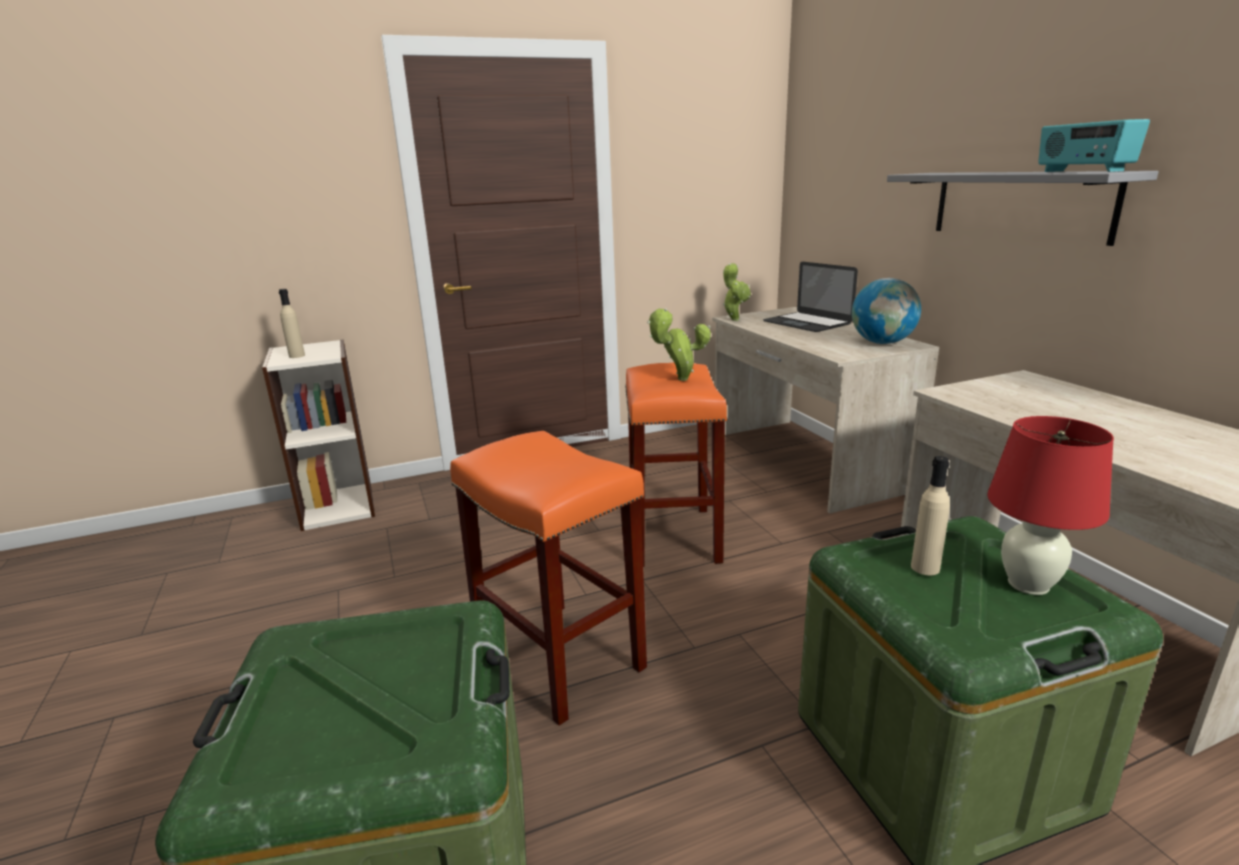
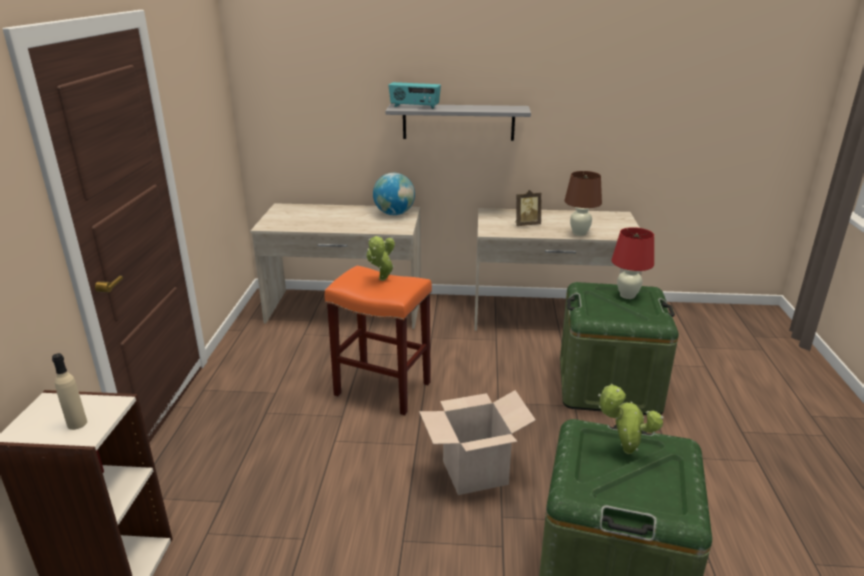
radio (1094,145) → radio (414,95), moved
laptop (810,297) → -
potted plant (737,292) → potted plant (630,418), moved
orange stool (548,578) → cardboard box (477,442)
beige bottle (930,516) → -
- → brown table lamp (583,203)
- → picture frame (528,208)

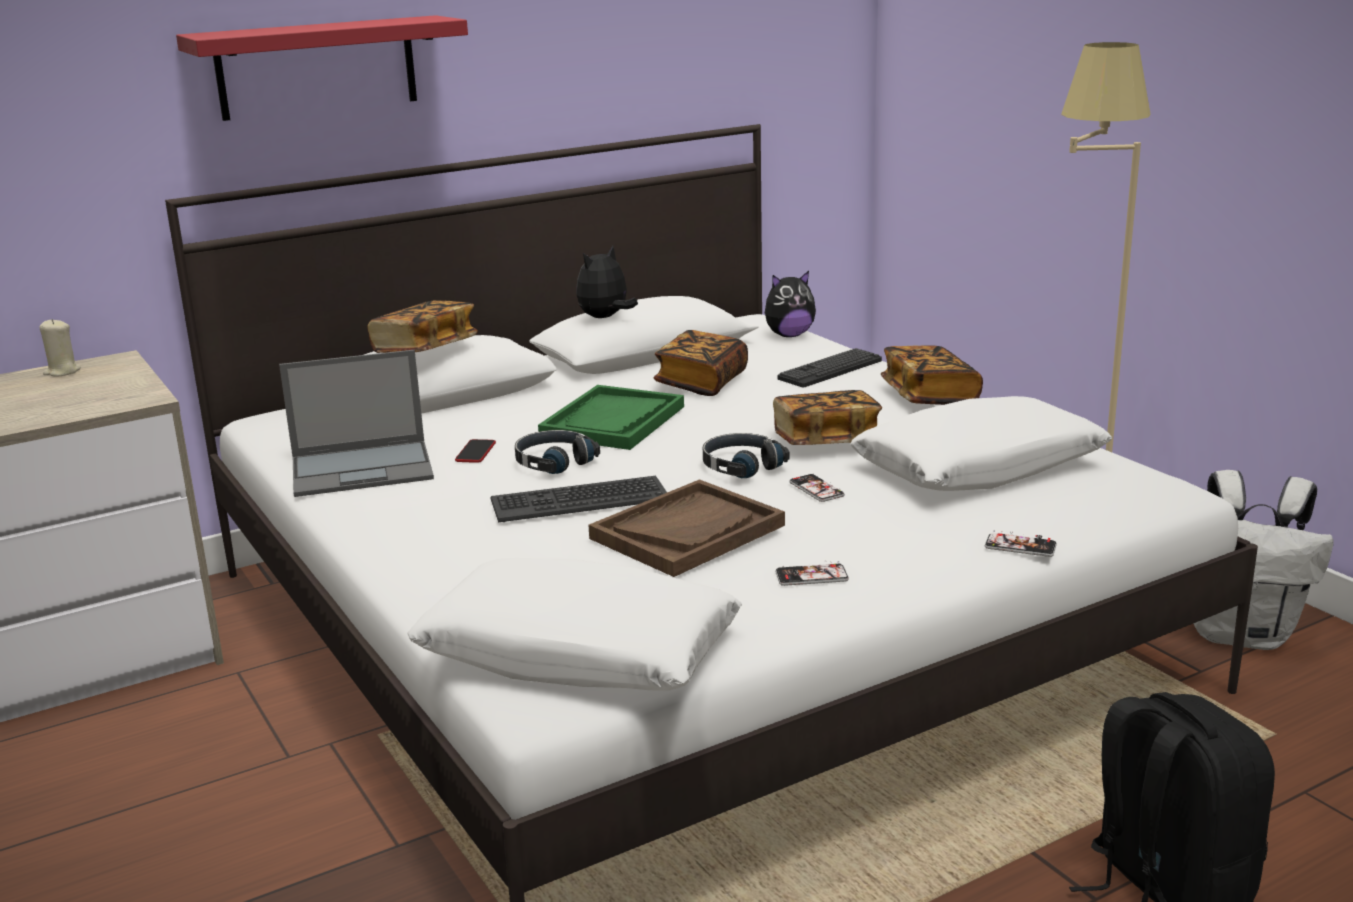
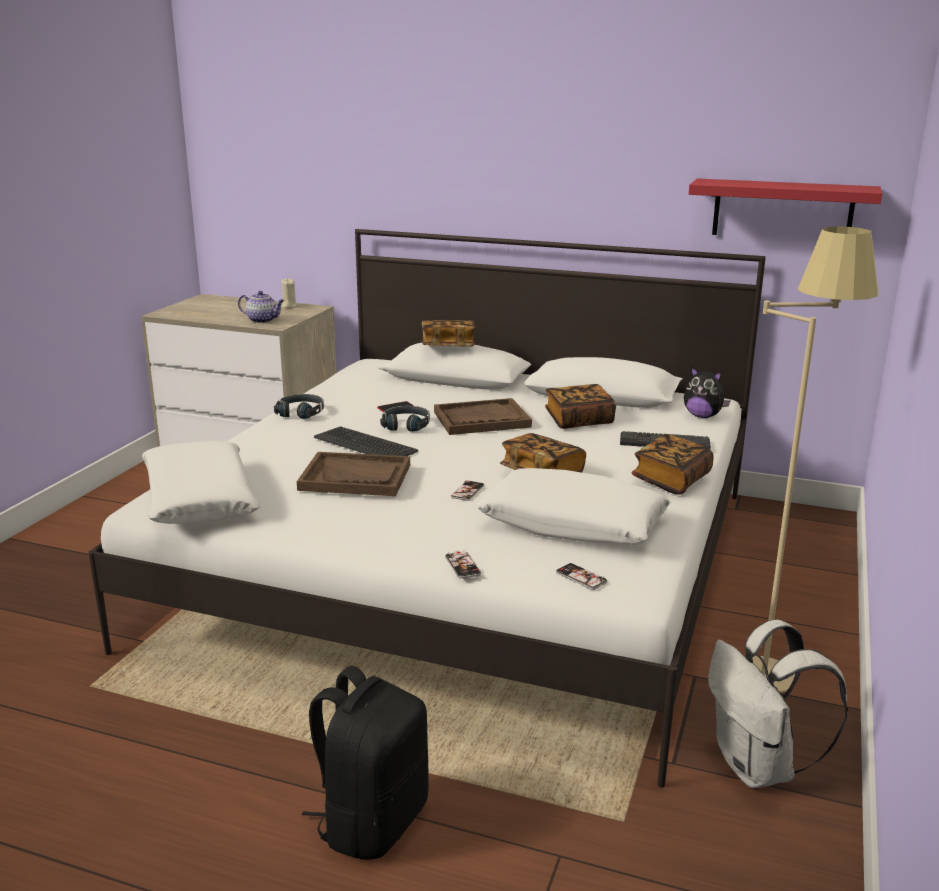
red shelf (322,68) → red shelf (785,207), moved
plush toy (607,282) → -
laptop (356,423) → -
green tray (611,417) → brown tray (483,416)
black headphones (746,455) → black headphones (299,406), moved
phone (812,573) → phone (582,576), moved
- → teapot (261,307)

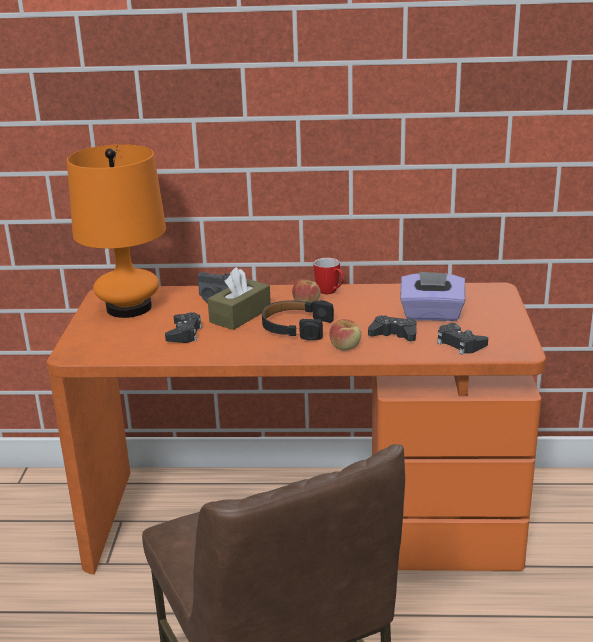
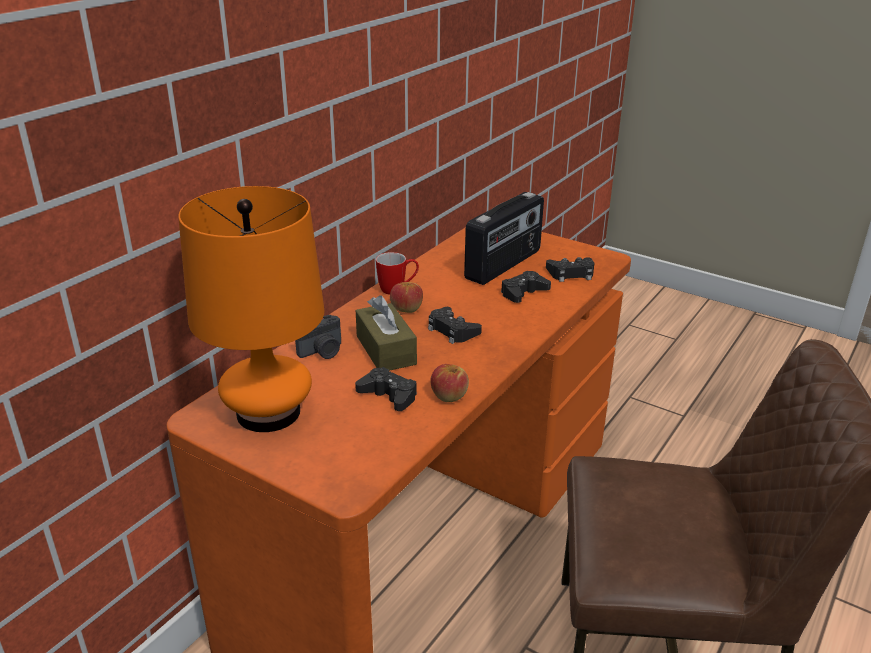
purple tissue box (432,296) → radio (504,238)
black headphones (298,320) → black game controller (455,325)
apple (345,334) → apple (449,383), moved

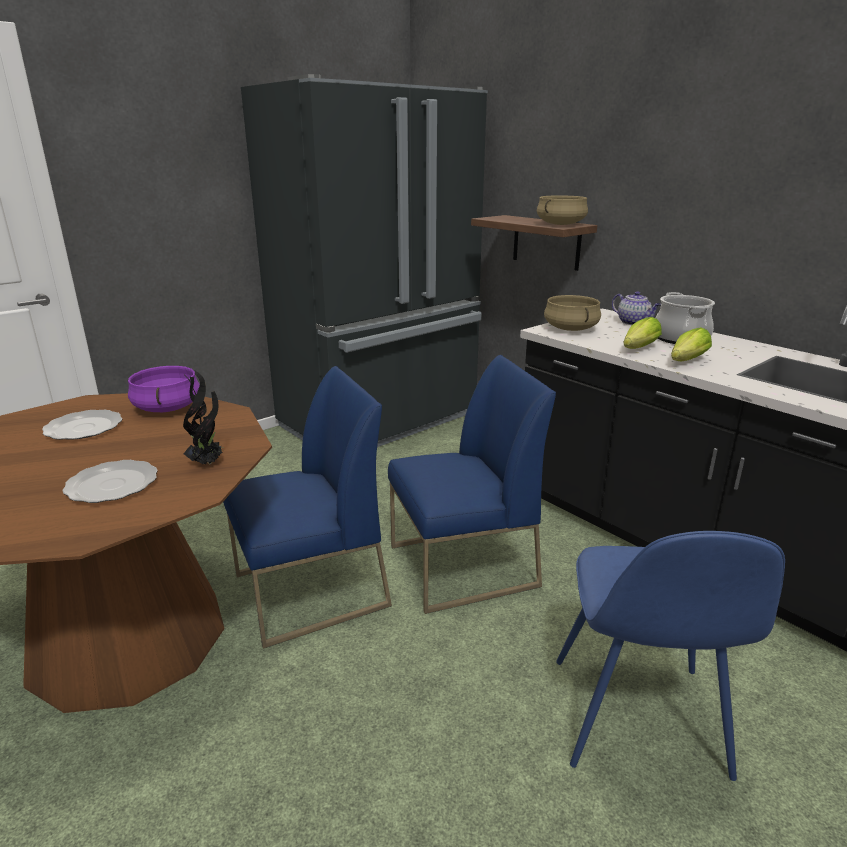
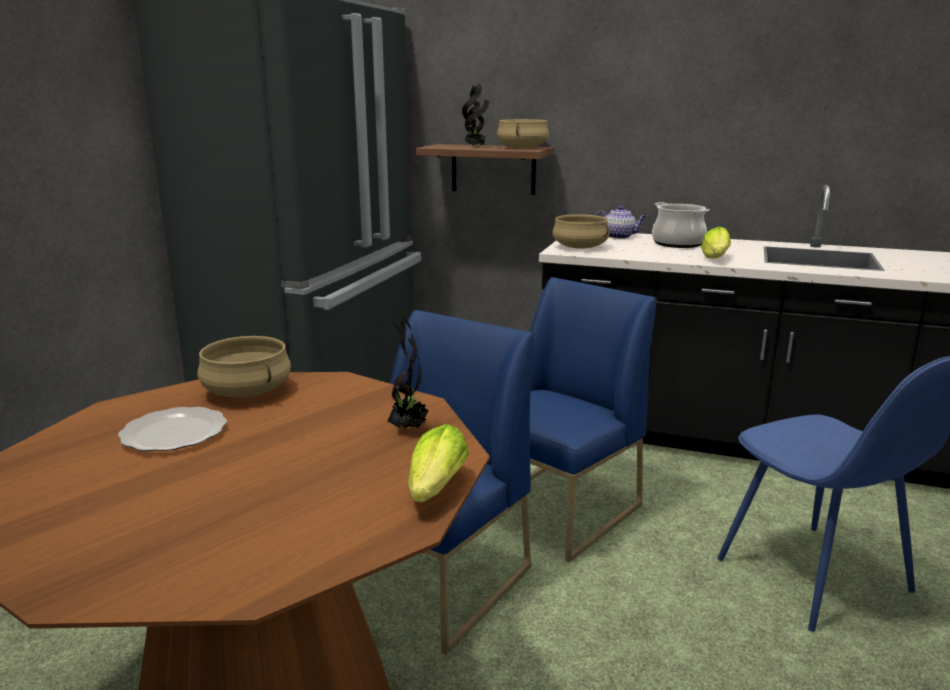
lettuce (642,333) → lettuce (438,463), moved
purple cooking pot (164,389) → beige cooking pot (244,367)
plate (110,481) → -
- → potted plant (475,115)

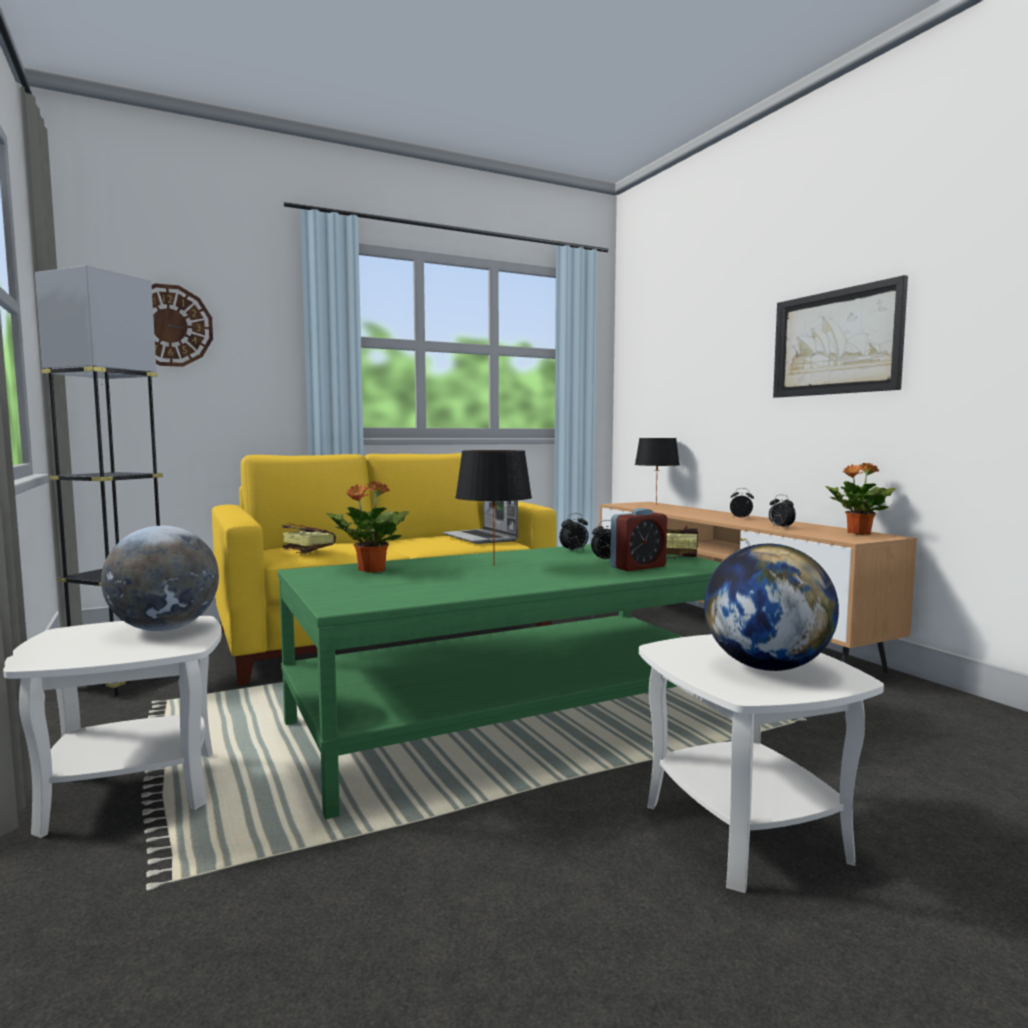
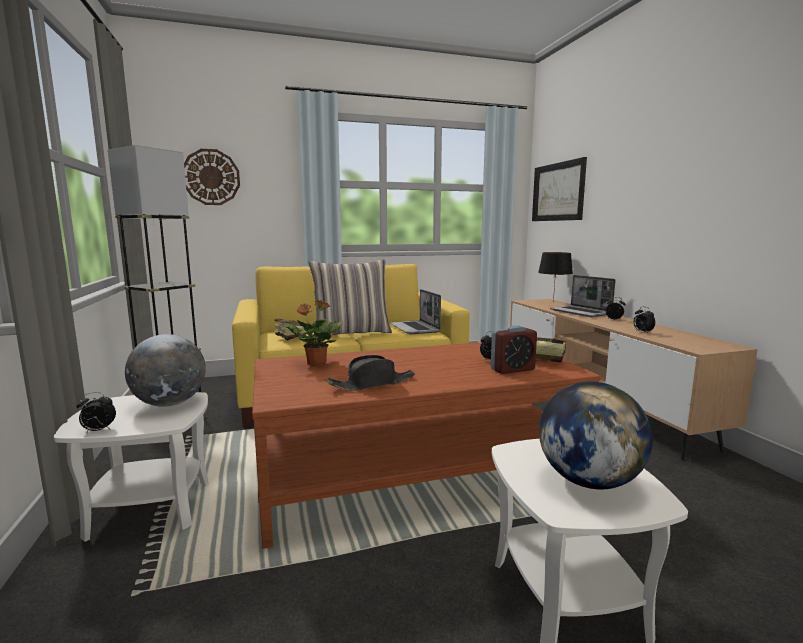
picture (840,336) → picture (559,189), moved
black table lamp (493,508) → -
potted plant (860,499) → -
alarm clock (574,532) → alarm clock (96,412), moved
green coffee table (499,681) → brown coffee table (426,445)
- → pillow (350,297)
- → laptop (583,296)
- → black hat (371,373)

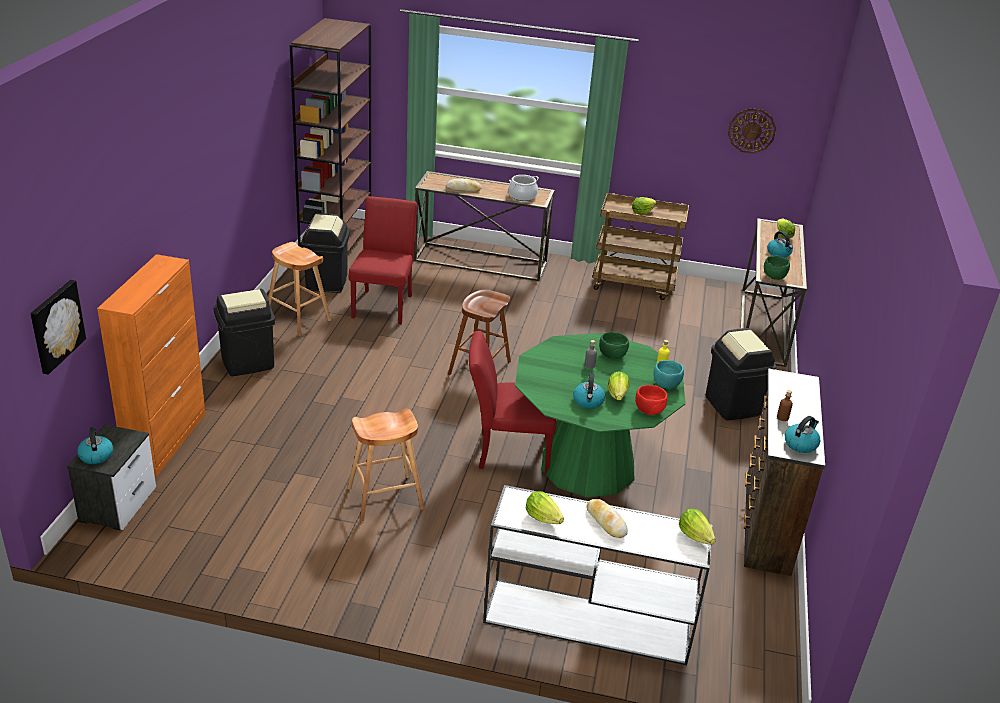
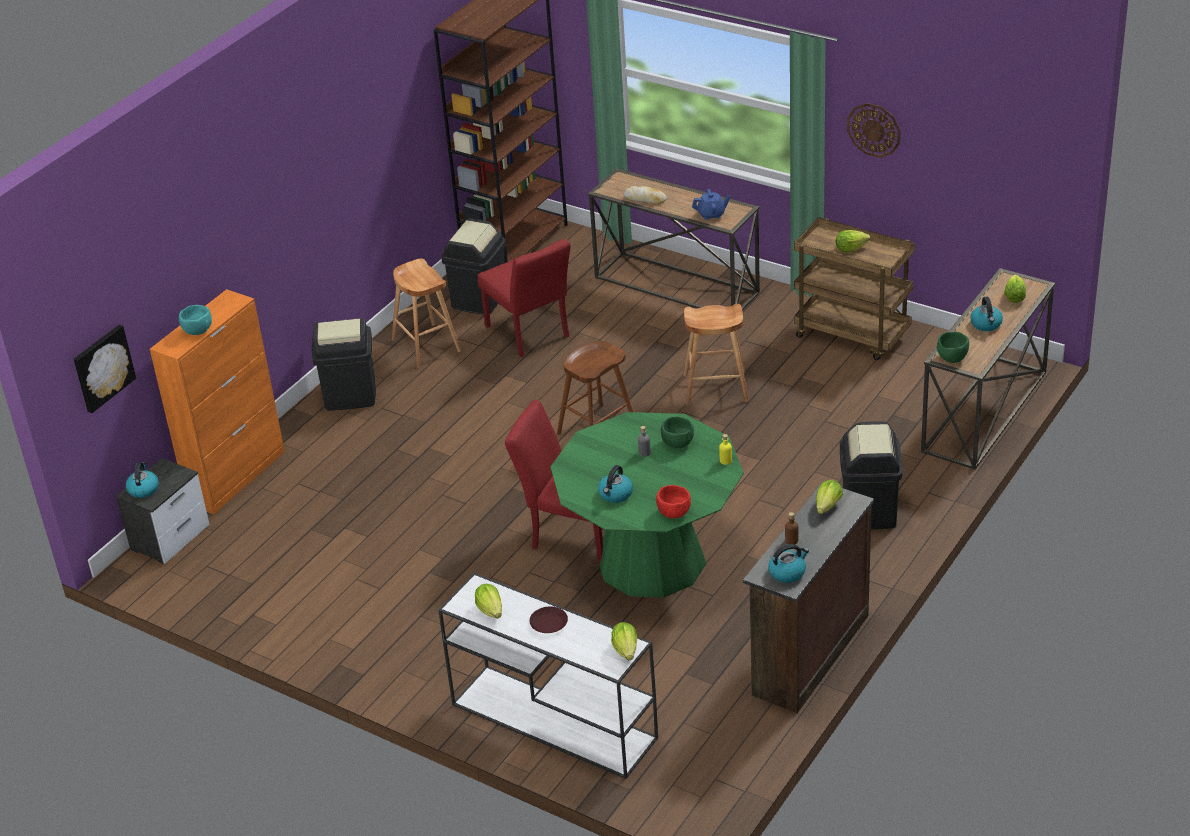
wall clock (752,131) → wall clock (874,130), moved
cooking pot (523,188) → blue teapot (711,204)
red chair (383,260) → red chair (524,298), 120 degrees clockwise
turquoise bowl (668,374) → turquoise bowl (195,320), moved
lettuce (619,385) → lettuce (829,497), moved
brown stool (386,465) → brown stool (716,354), moved
bread (607,518) → brown plate (548,619)

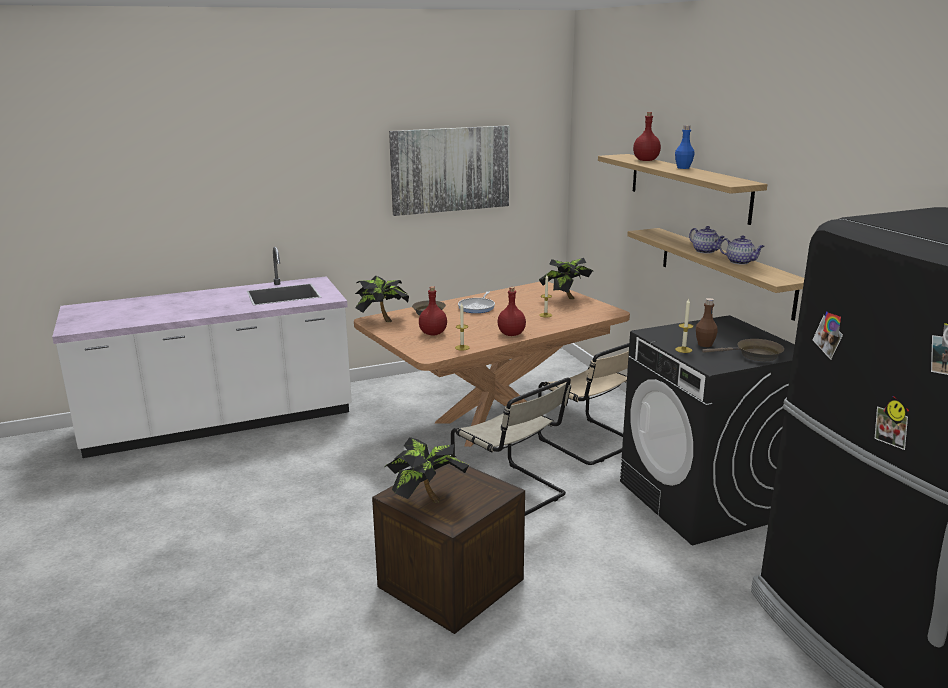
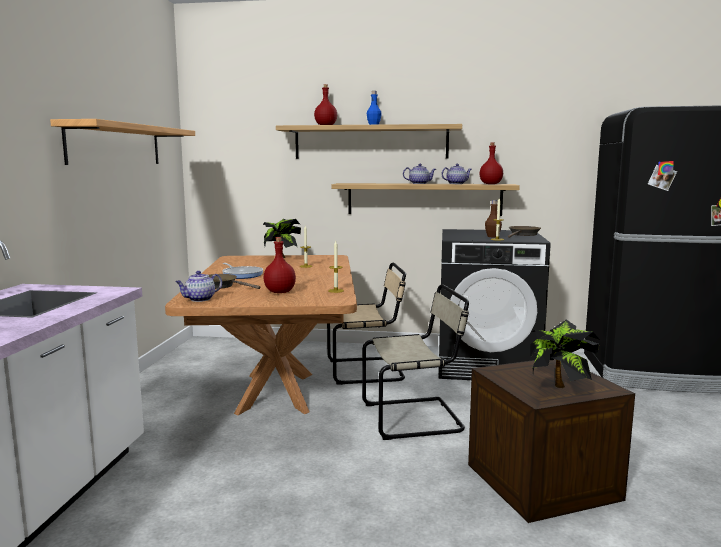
picture (449,170) → shelf (122,142)
potted plant (382,298) → teapot (198,286)
red bottle (511,311) → red bottle (491,163), moved

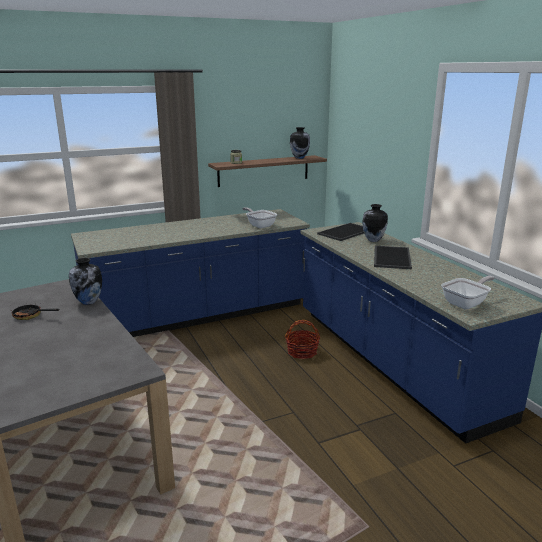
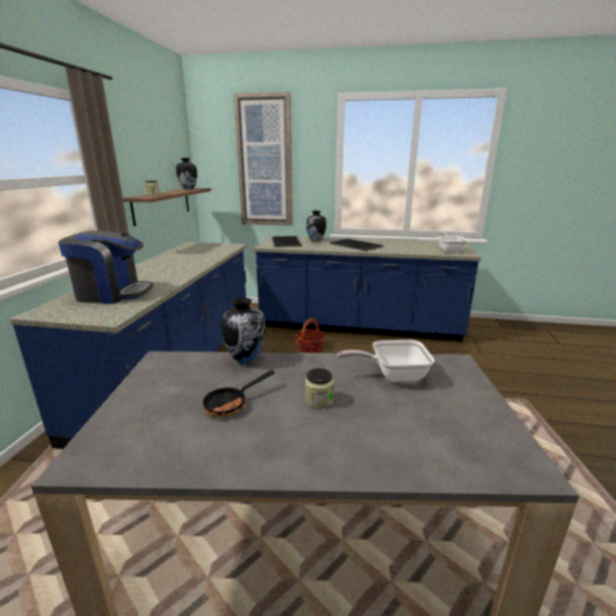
frying pan (259,217) → frying pan (386,361), moved
- → picture (263,159)
- → coffee machine (105,267)
- → jar (319,388)

